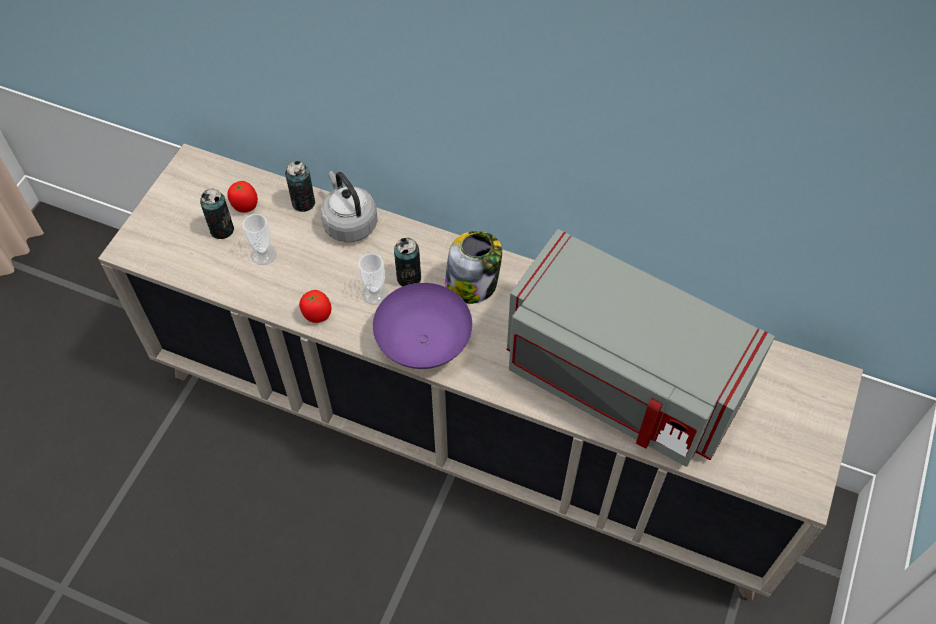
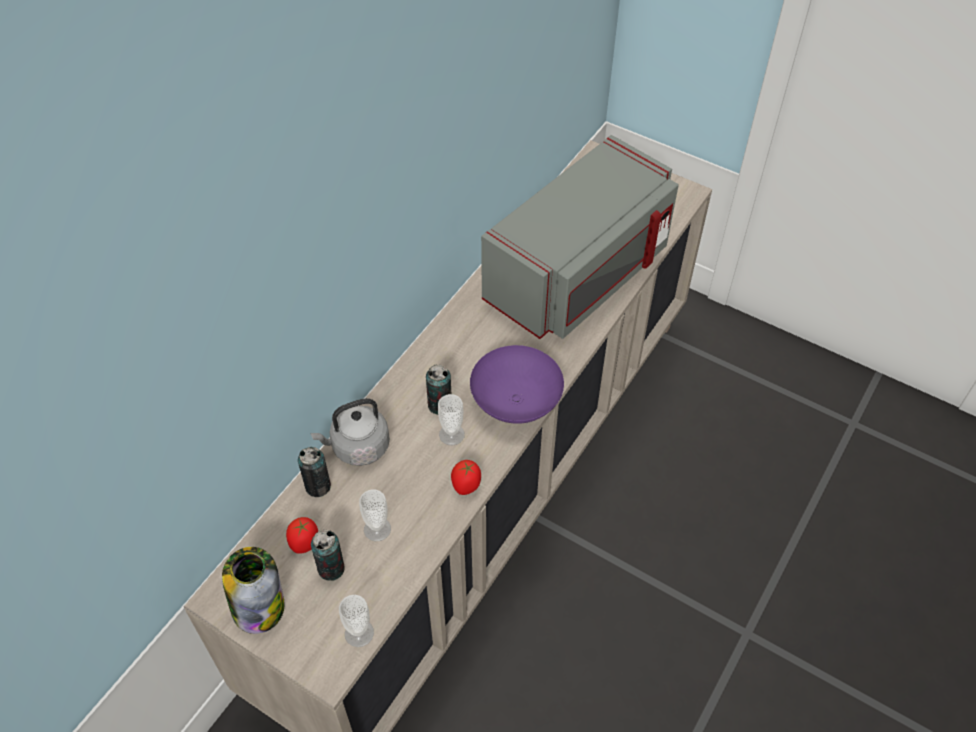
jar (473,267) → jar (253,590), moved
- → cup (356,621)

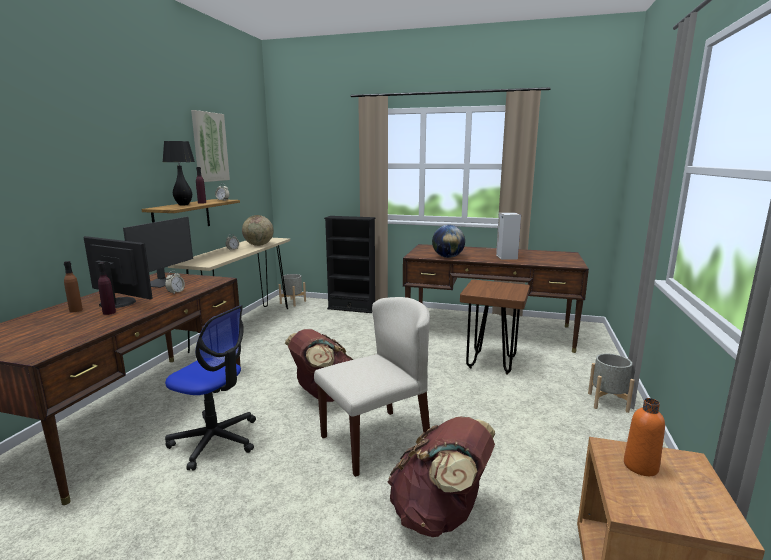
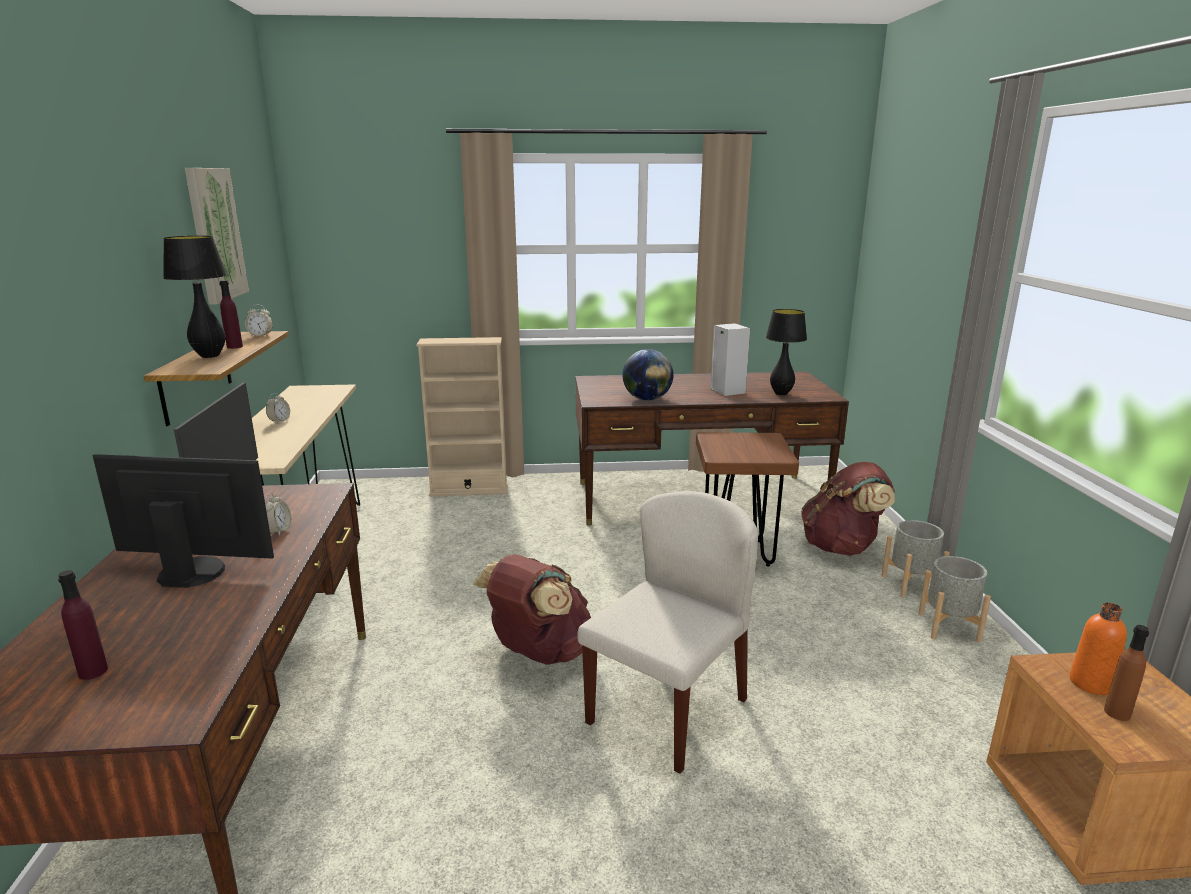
globe (257,230) → -
black bookcase (350,264) → beige bookcase (462,416)
brown bottle (73,286) → brown bottle (1126,673), moved
purple bottle (107,289) → purple bottle (83,625), moved
grey planter (292,290) → grey planter (954,599), moved
office chair (210,388) → -
brown backpack (441,476) → brown backpack (848,509), moved
- → black table lamp (786,352)

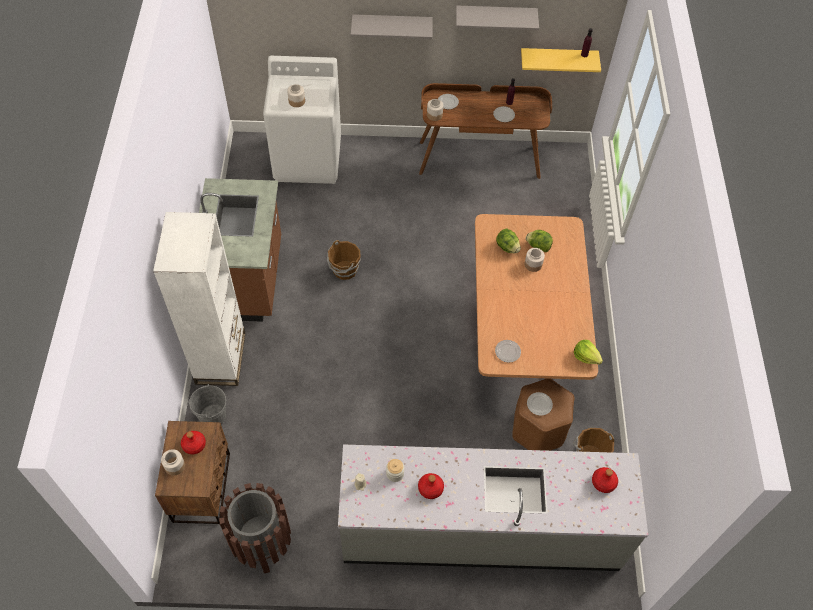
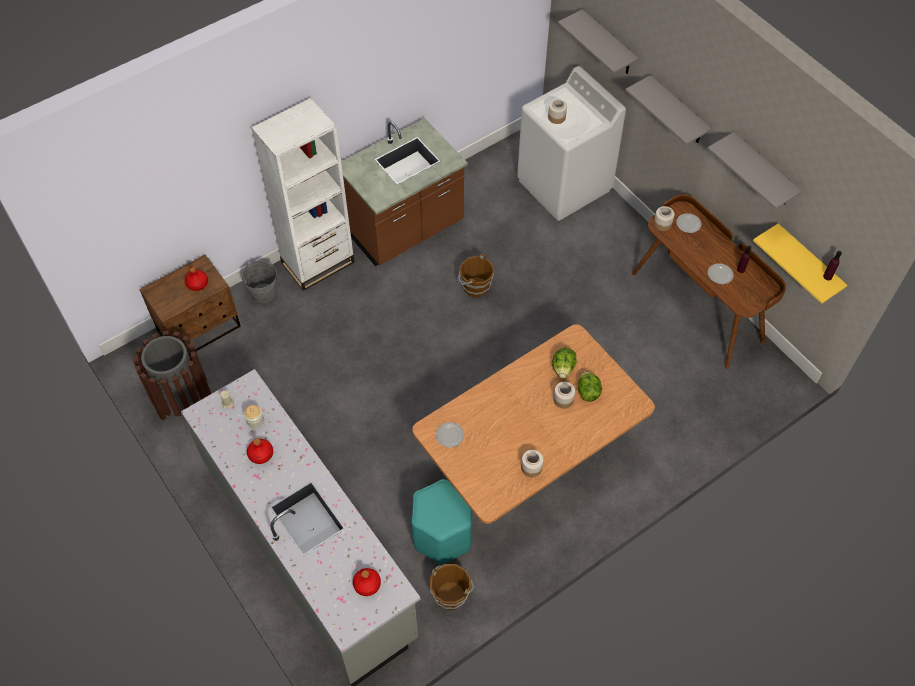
lettuce (588,352) → -
brown stool (543,414) → turquoise stool (442,522)
plate (540,404) → -
jar (173,462) → jar (532,463), moved
- → grey shelf (598,41)

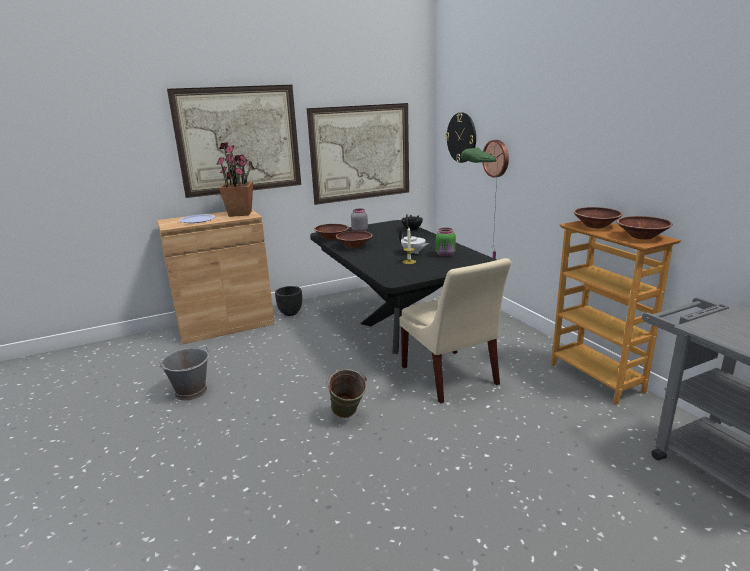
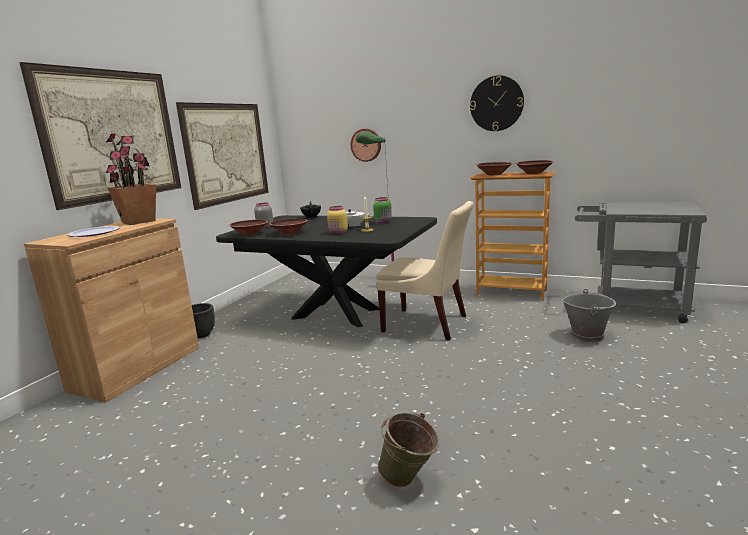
wall clock (461,138) → wall clock (497,103), moved
grey bucket (184,373) → grey bucket (589,316), moved
green bucket (346,393) → green bucket (409,449), moved
- → yellow jar (337,220)

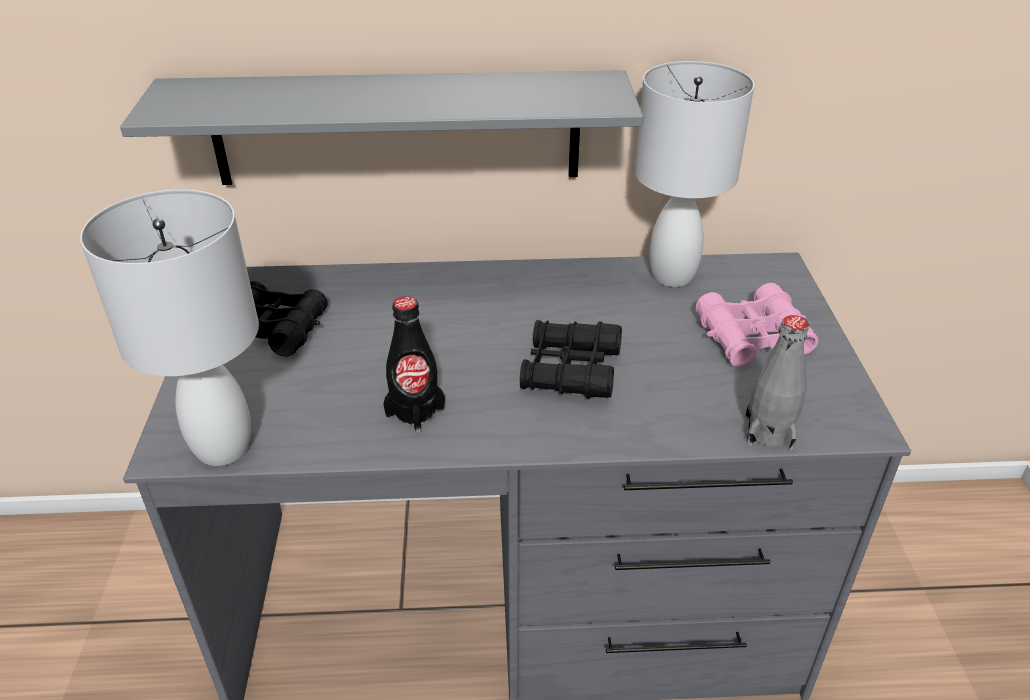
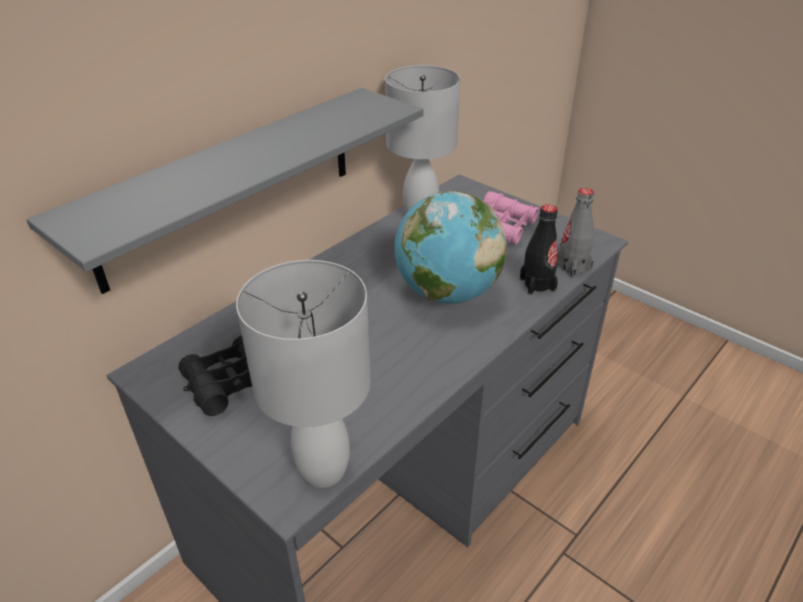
black bottle (414,364) → black bottle (539,249), moved
black binoculars (571,359) → globe (450,247)

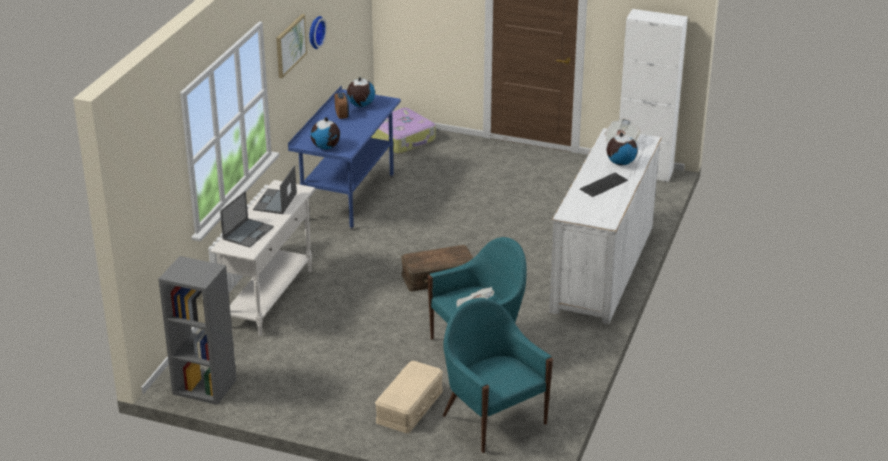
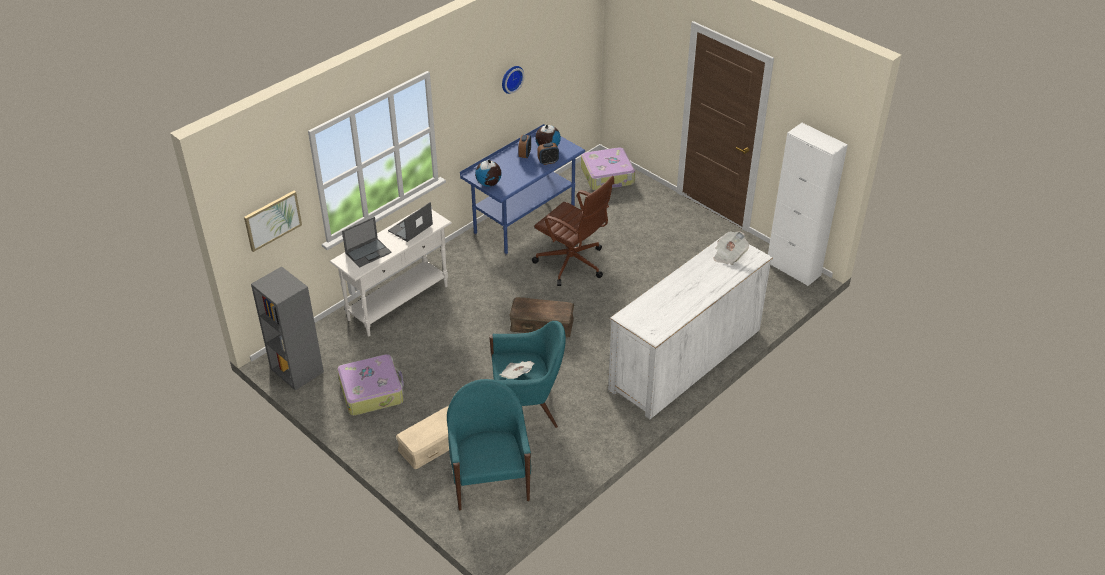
picture (291,46) → picture (273,221), moved
globe (622,148) → -
keyboard (604,185) → -
- → alarm clock (548,154)
- → brown office chair (573,231)
- → suitcase (370,385)

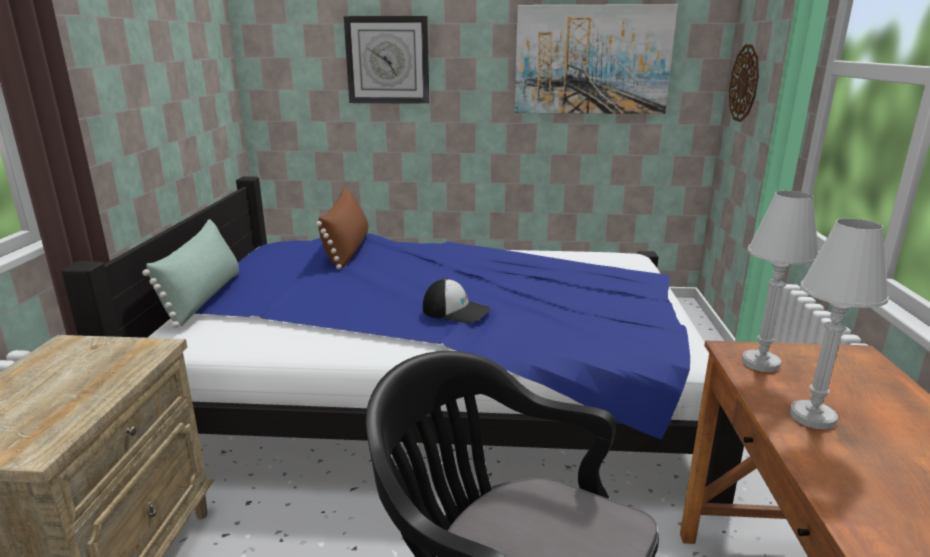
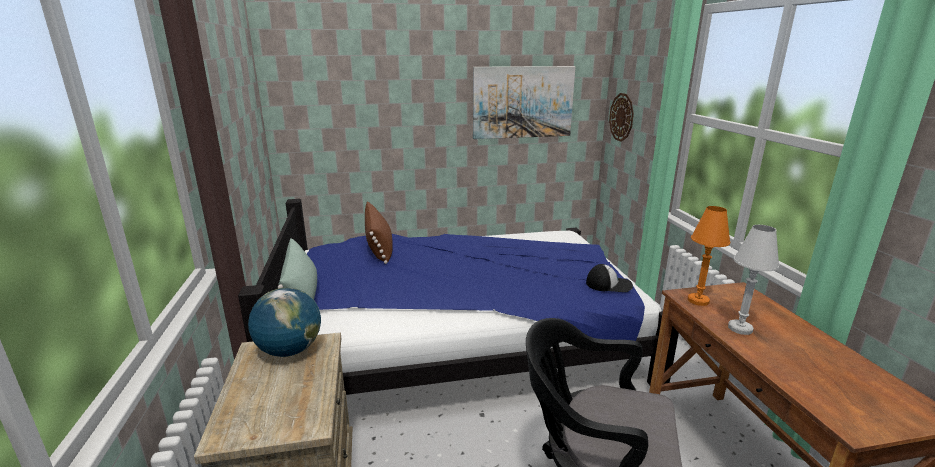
wall clock (386,60) → -
white table lamp (780,281) → orange table lamp (709,256)
cap (456,300) → cap (609,278), moved
- → globe (284,322)

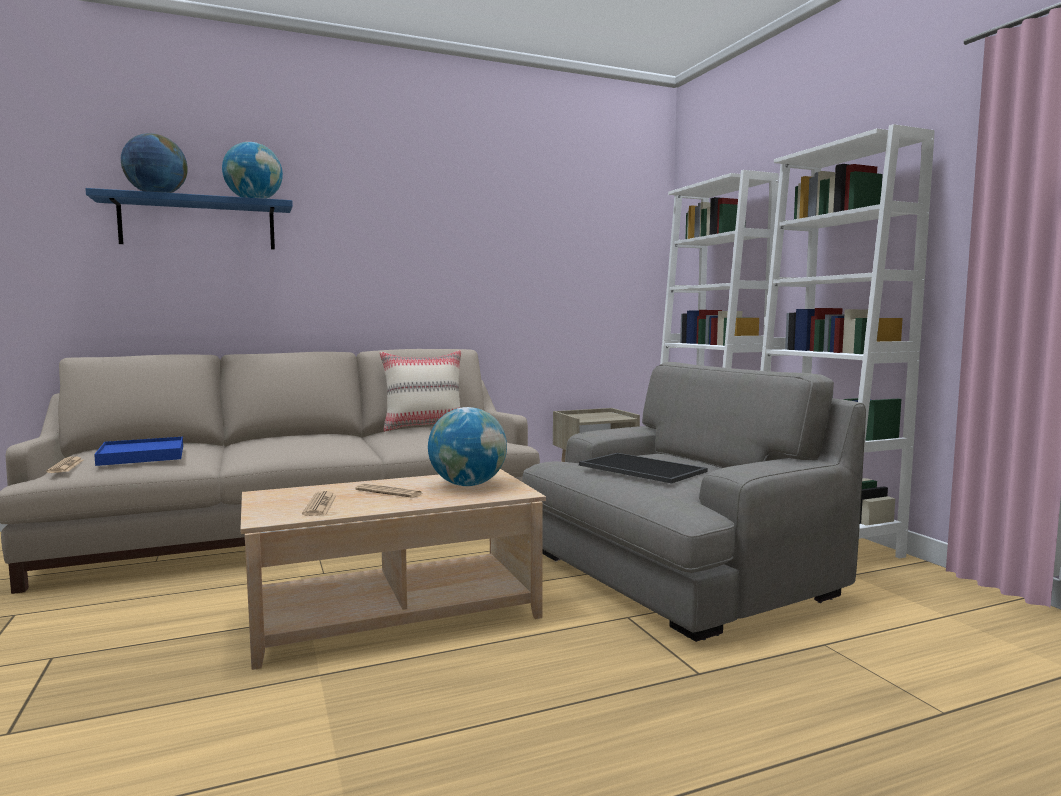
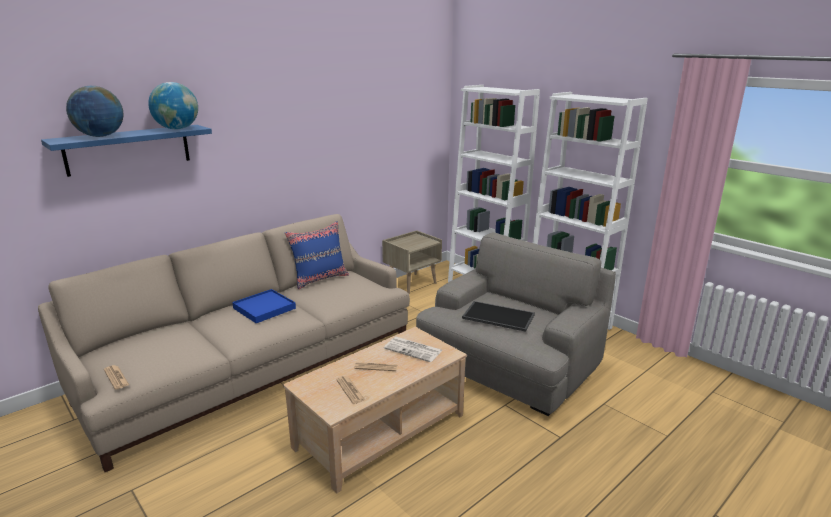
beige pillow (420,391) → blue pillow (317,255)
globe (467,446) → newspaper (413,349)
blue tray (138,451) → blue tray (264,306), moved

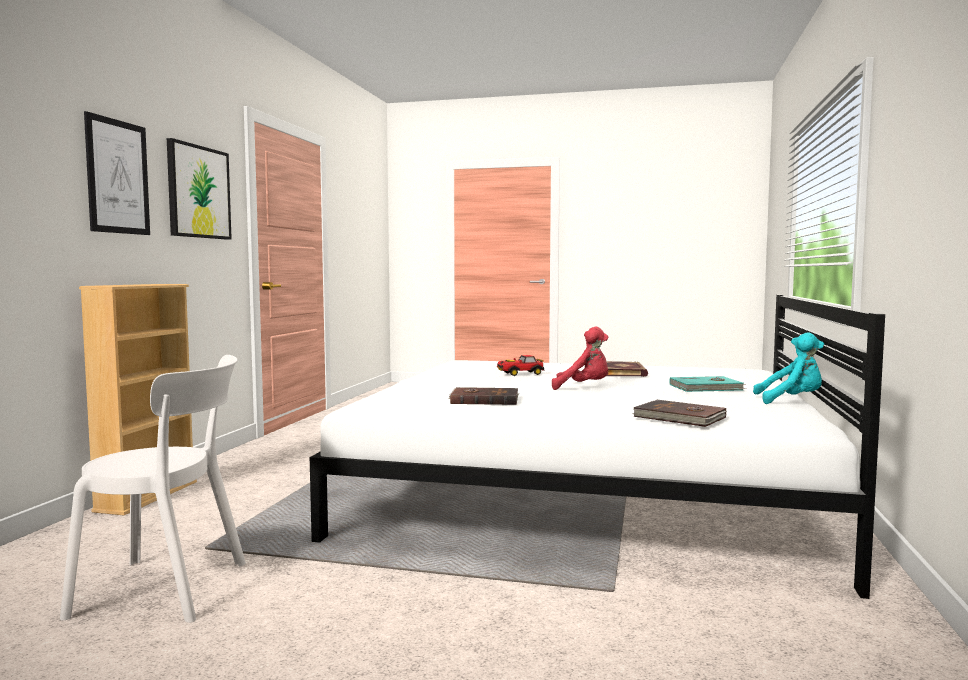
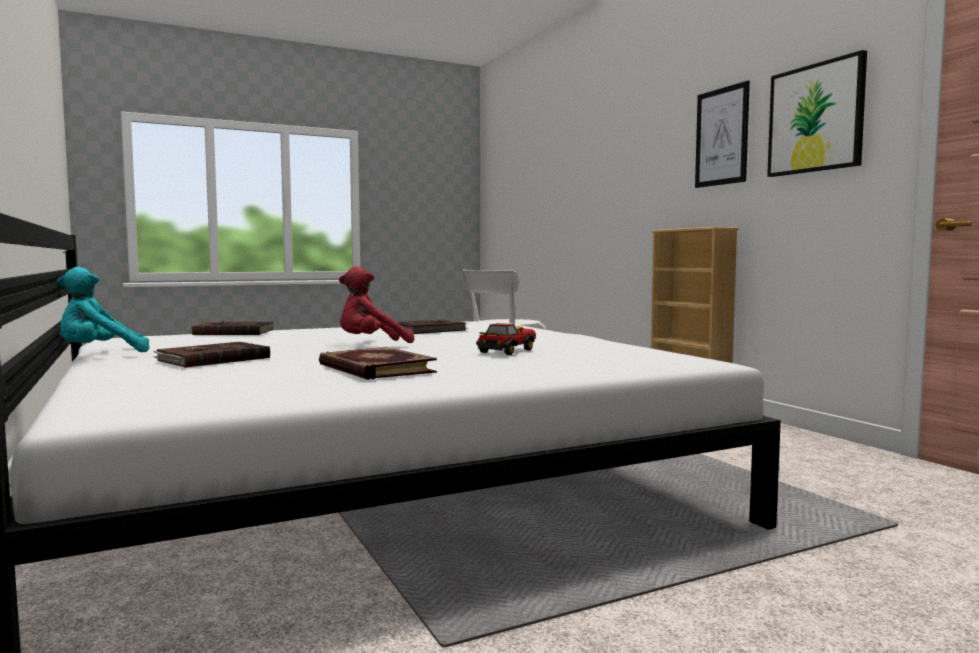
turquoise book (707,384) → brown book (211,355)

